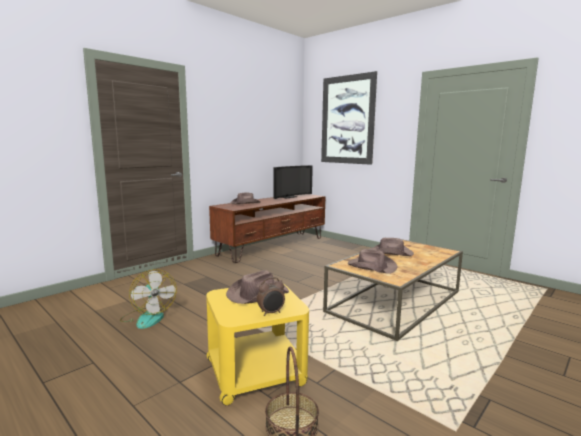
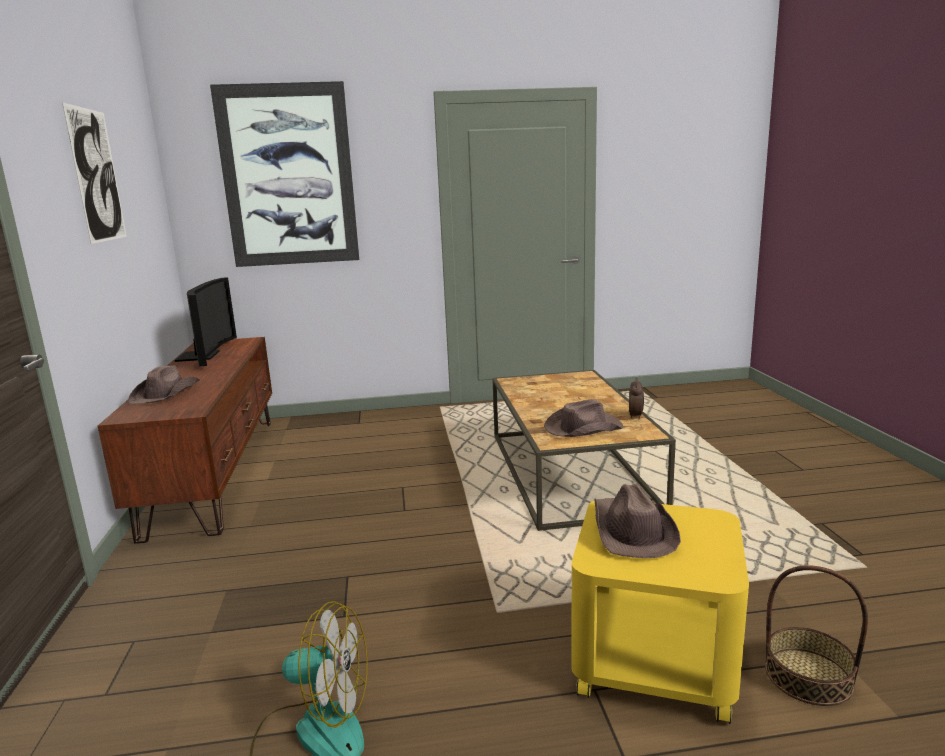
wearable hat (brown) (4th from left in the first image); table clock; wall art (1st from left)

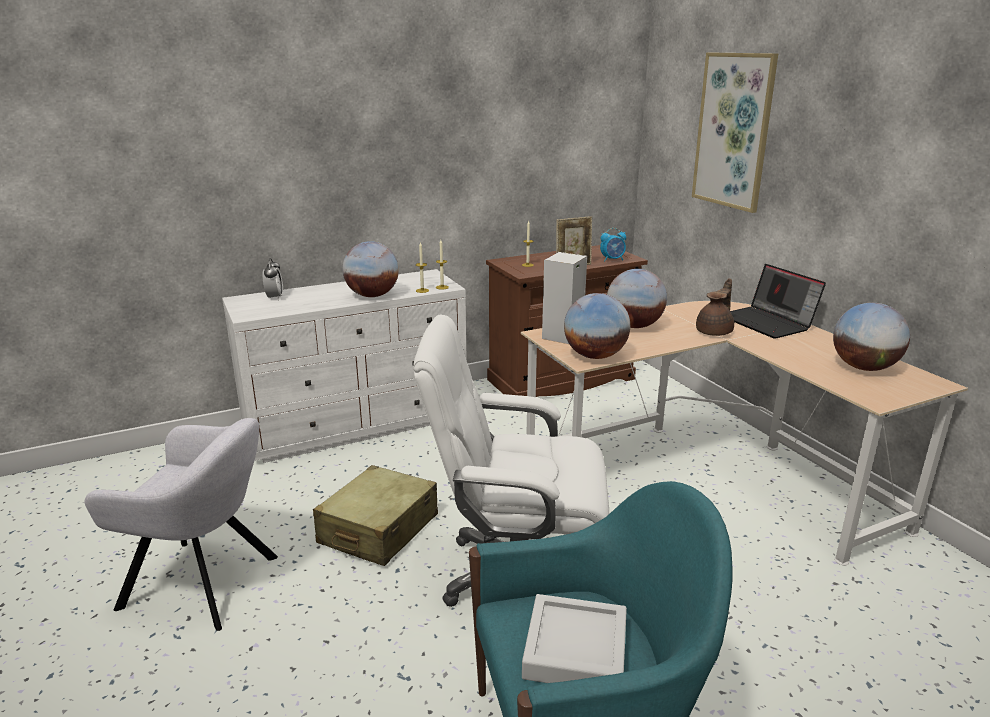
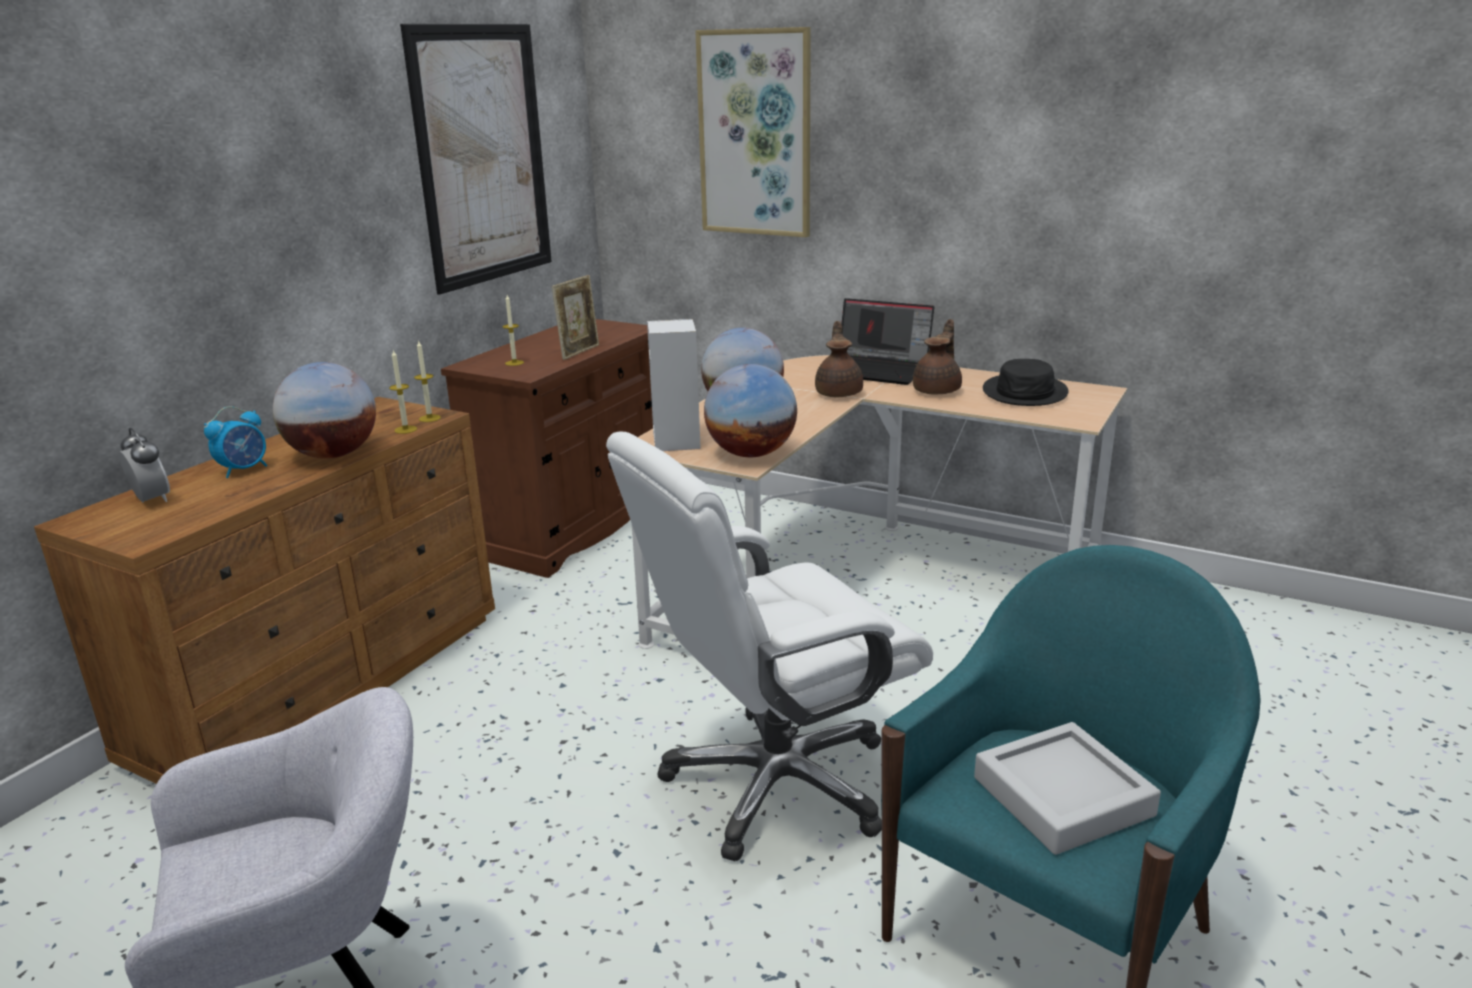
table clock (2nd from left); dresser (brown); wearable hat (blackish); travel case (beige); wall art (1st from left); tea pot (brown) (2nd from left)

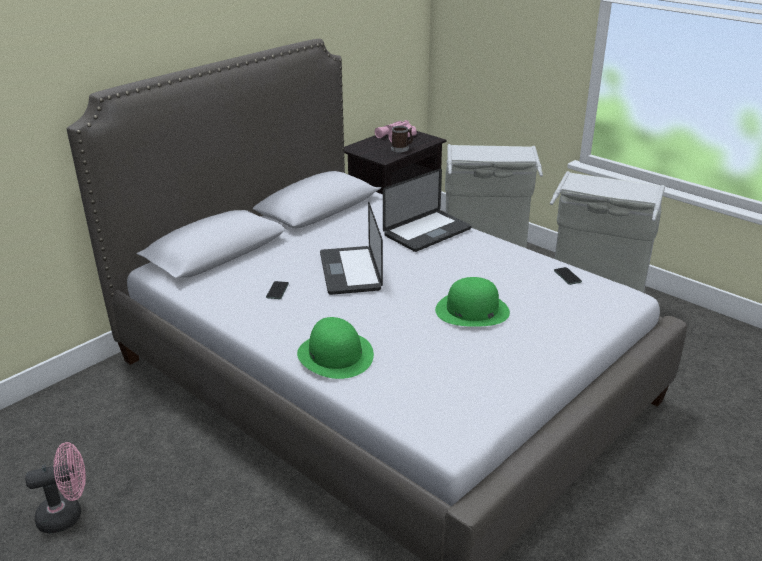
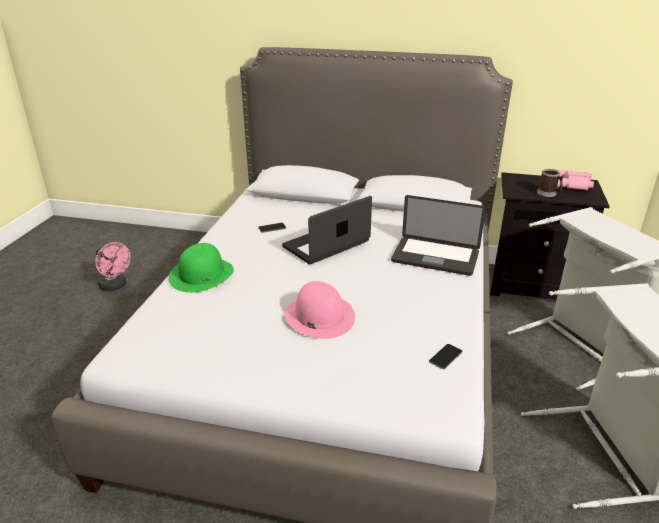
wearable hat (pink-coloured)

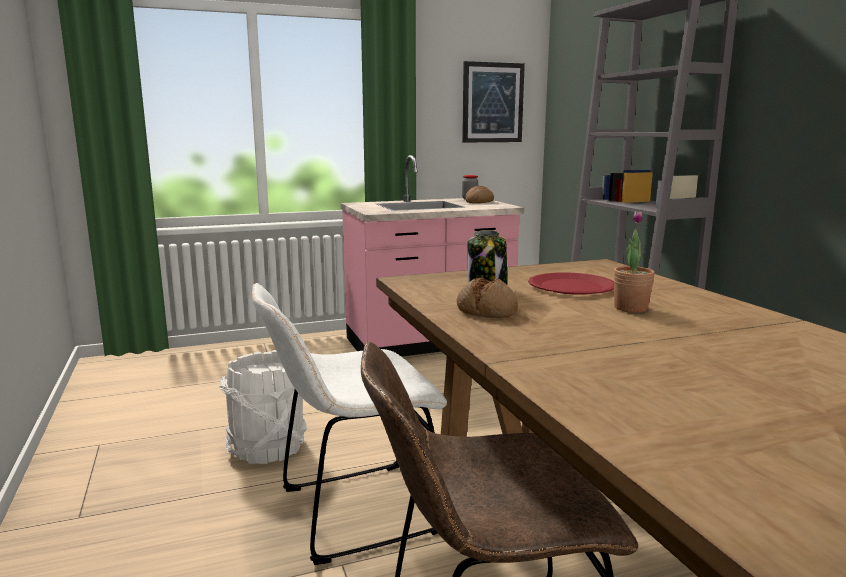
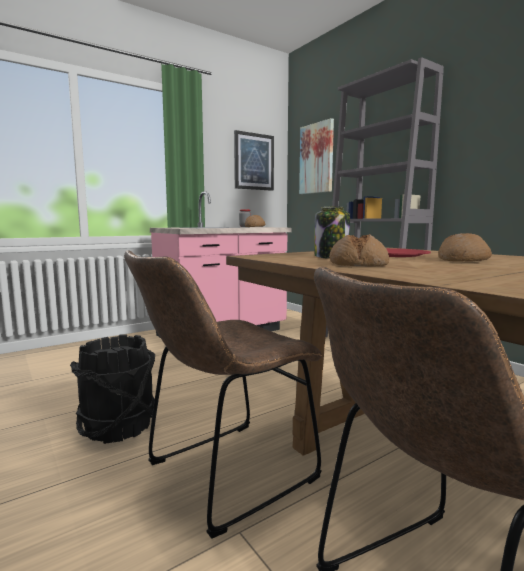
baked bread (3rd from left); upright chair (brown) (1st from left); pail (blackish); wall art (2nd from left)

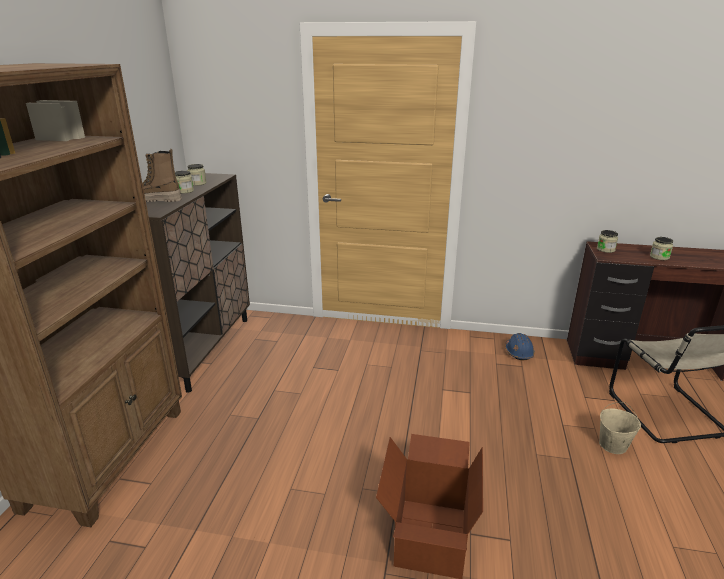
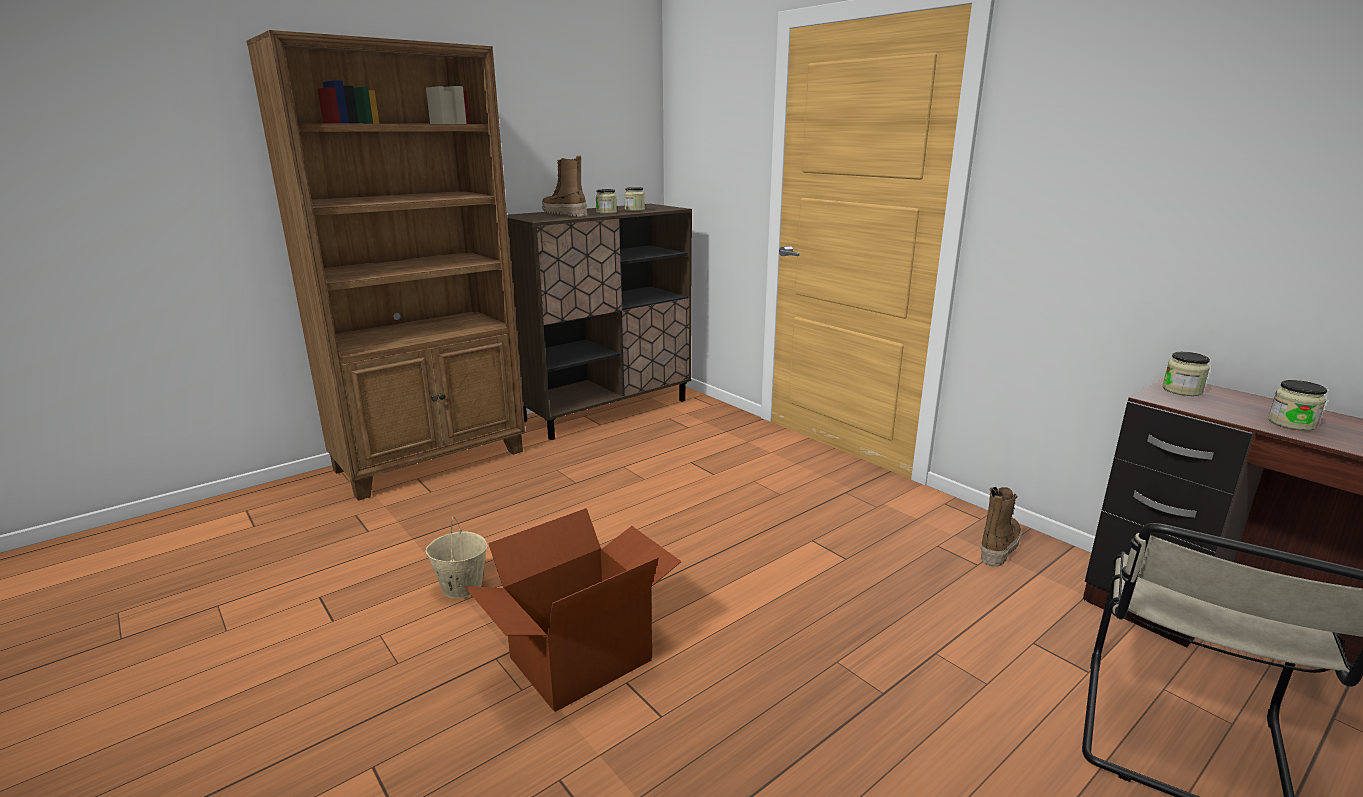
high-top boot (2nd from left); pail (beige)

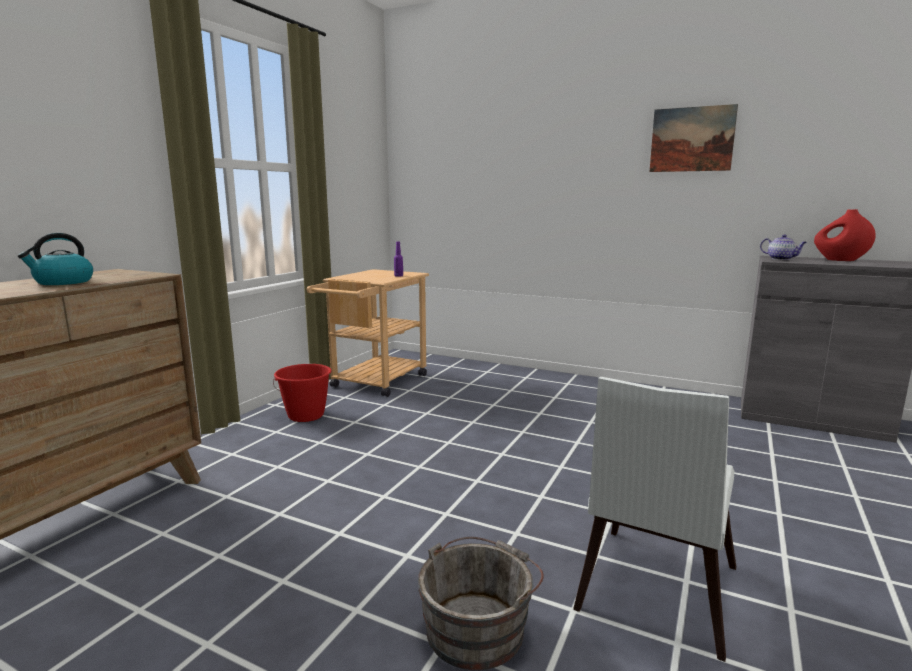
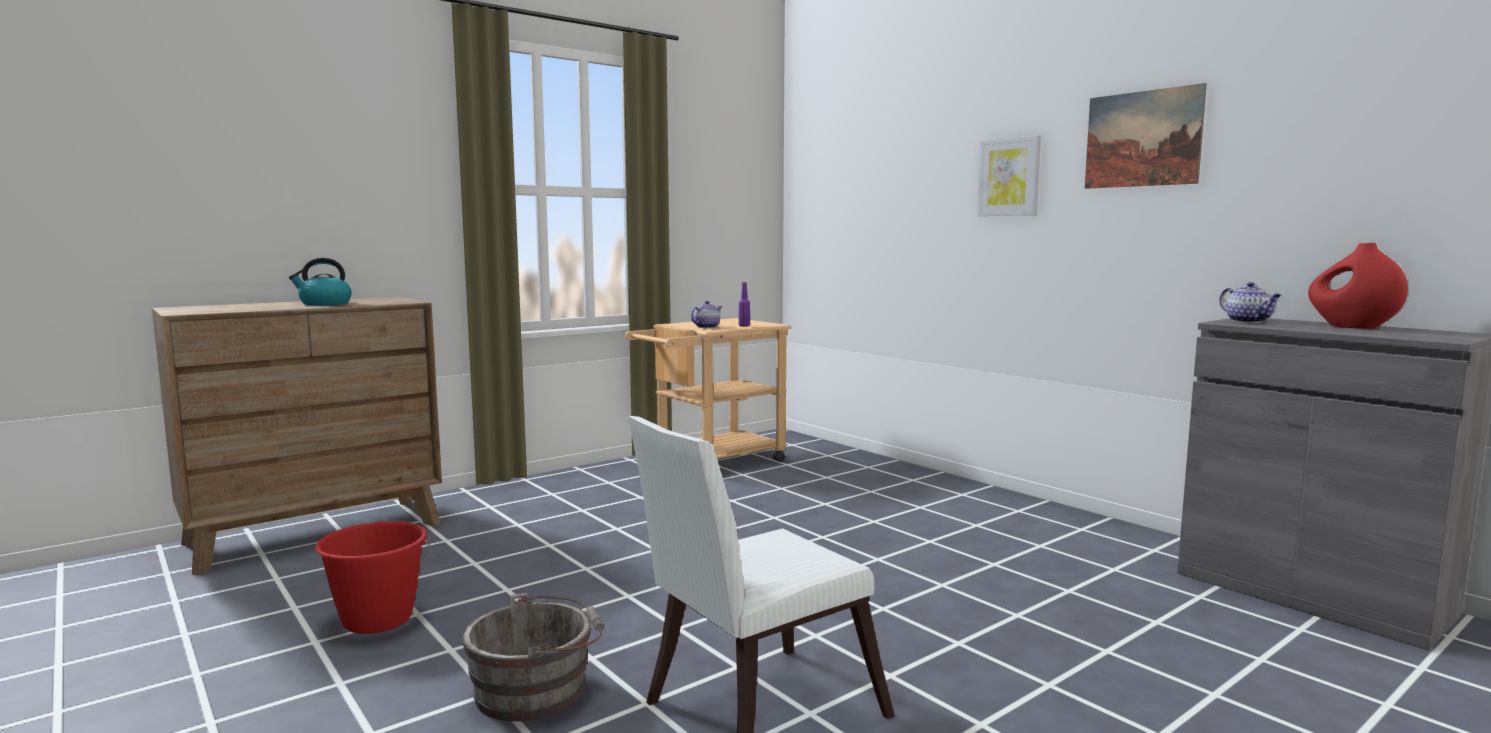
pail (red-coloured); wall art (1st from left); tea pot (1st from left)

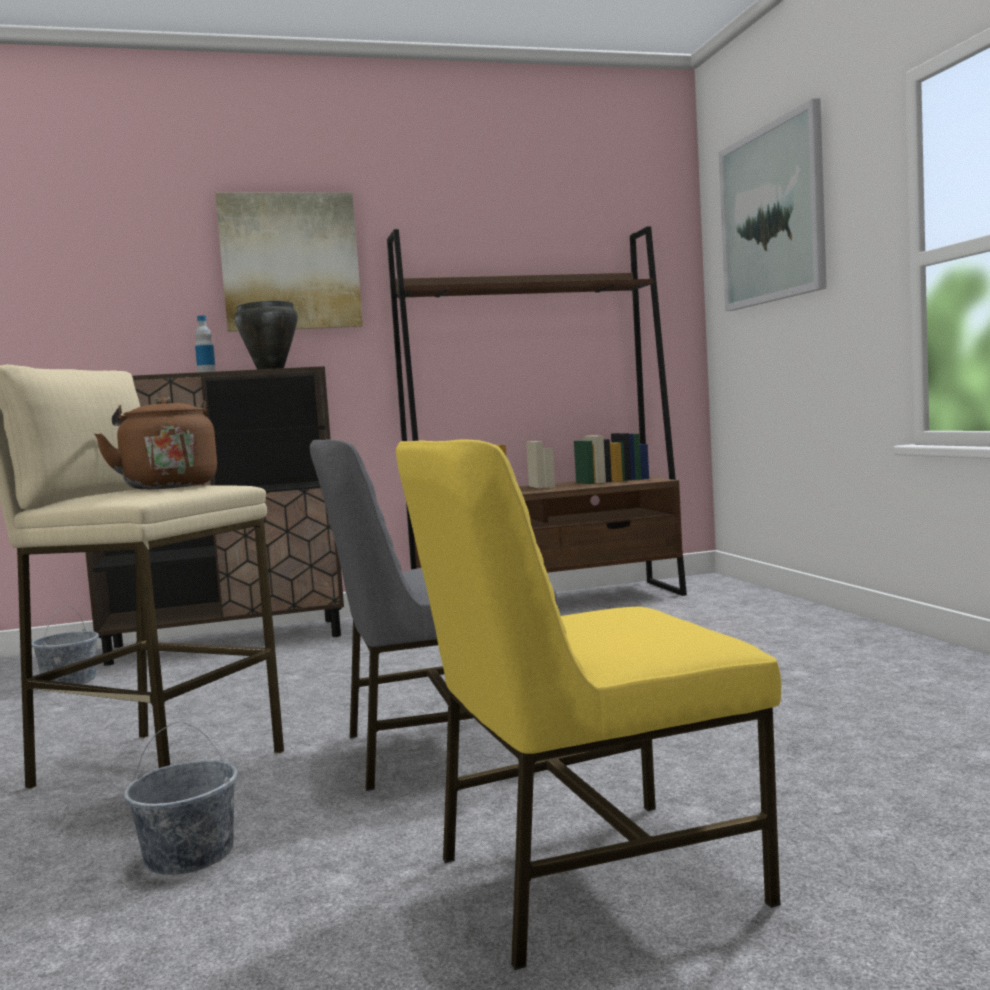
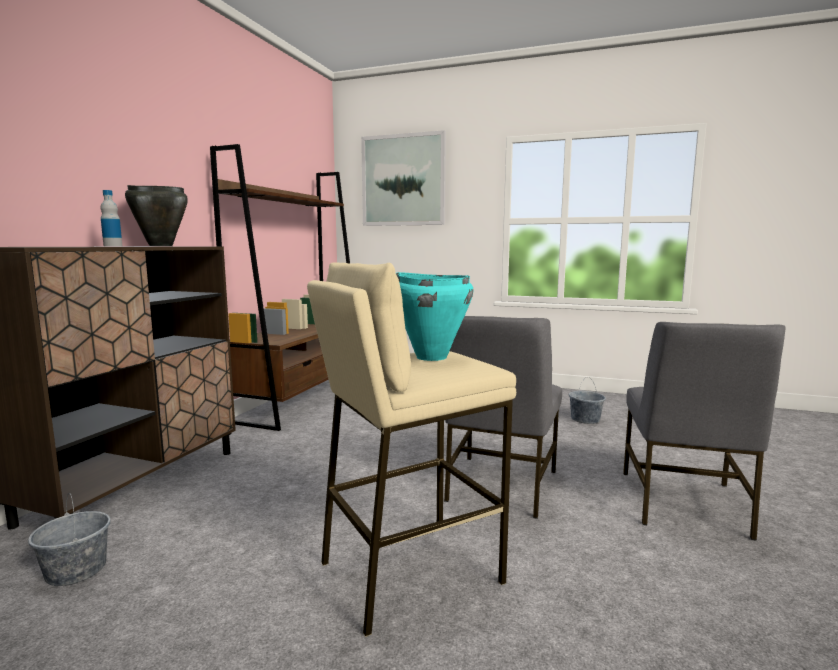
wall art (1st from left in the first image); saucepot (turquoise); upright chair (grey) (2nd from left); pail (grey) (2nd from left)

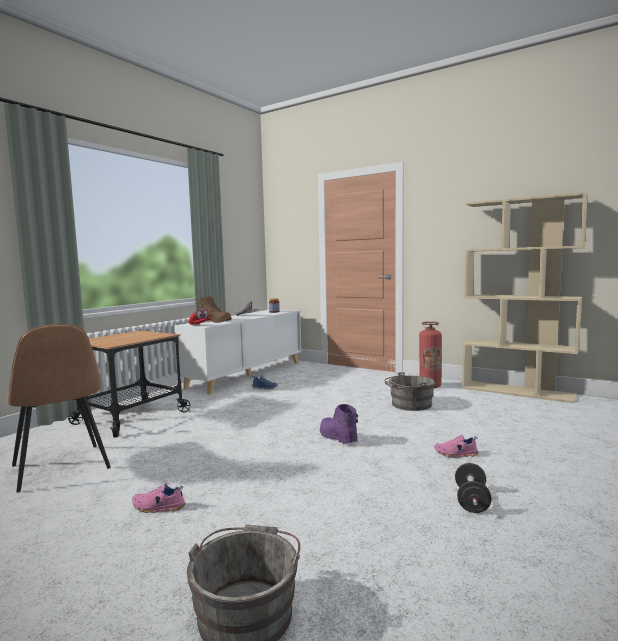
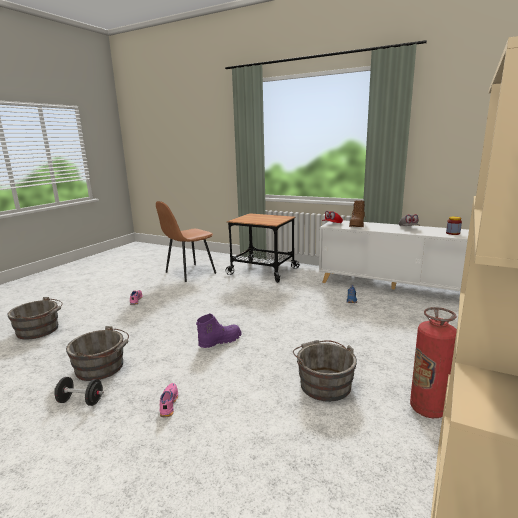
pail (grey) (2nd from left)

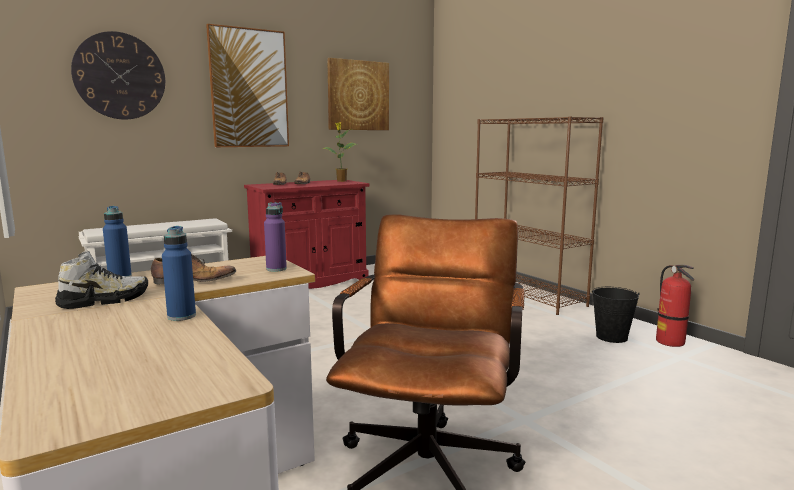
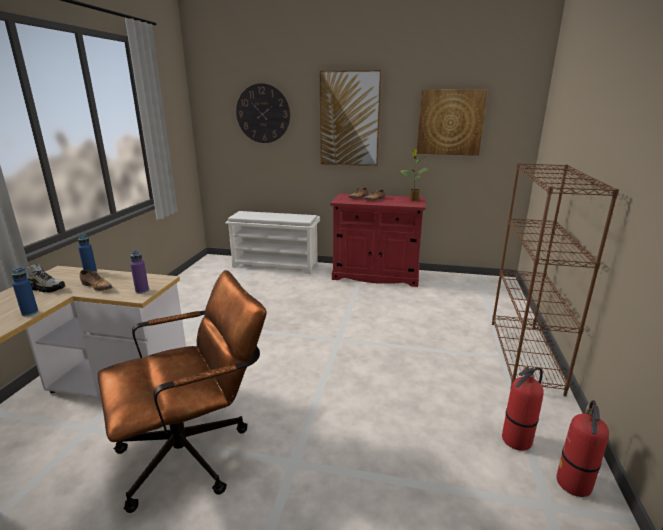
fire extinguisher (1st from left)

